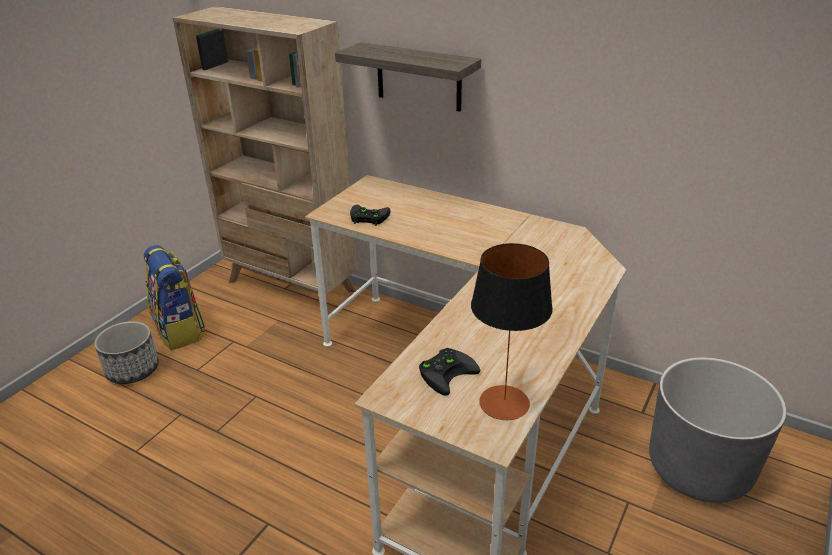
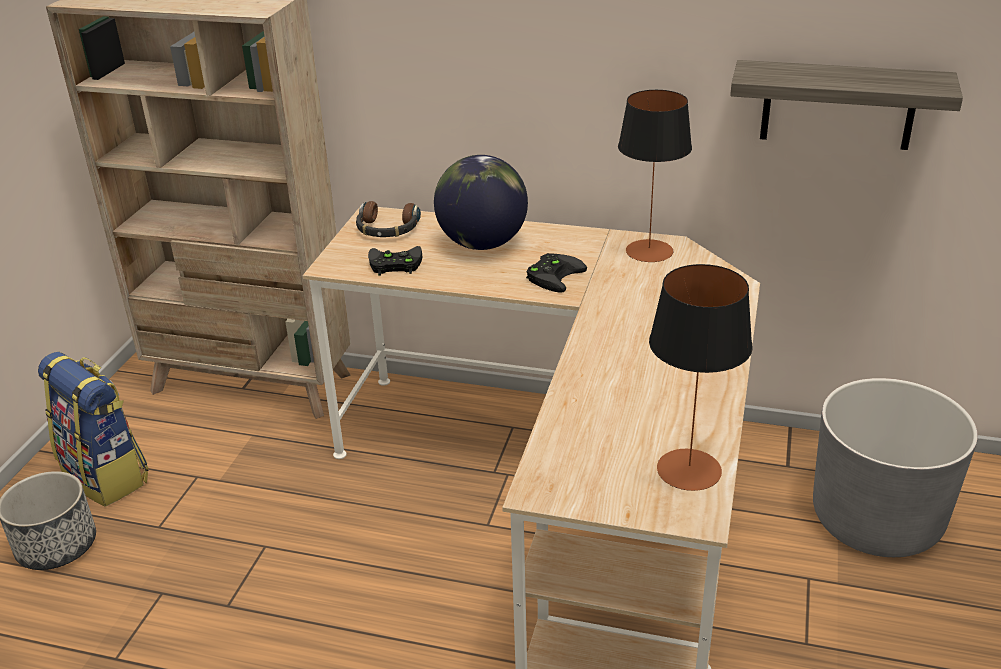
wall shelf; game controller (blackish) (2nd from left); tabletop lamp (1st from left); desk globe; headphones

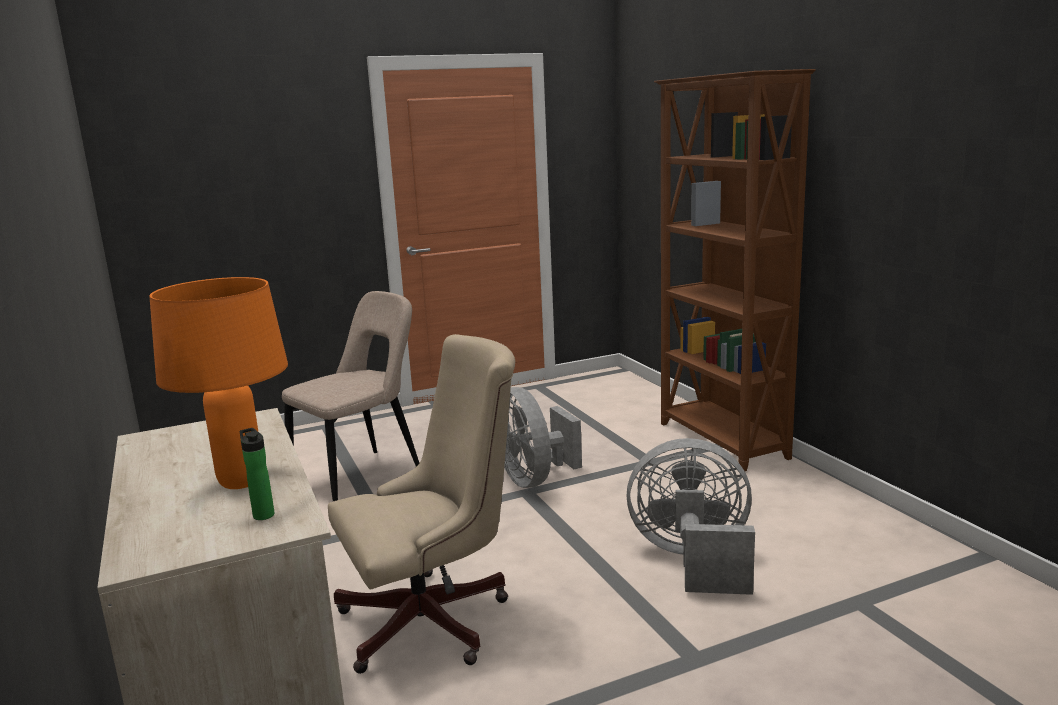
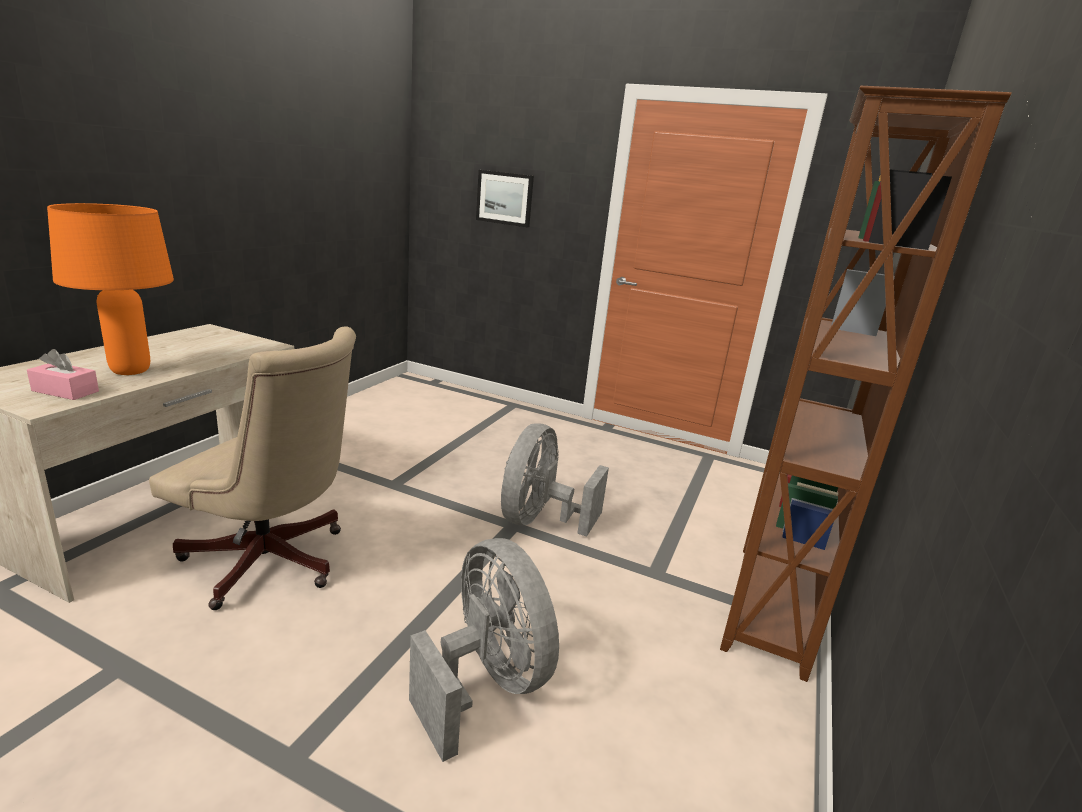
upright chair (beige); box of tissues (pink-coloured); wall art

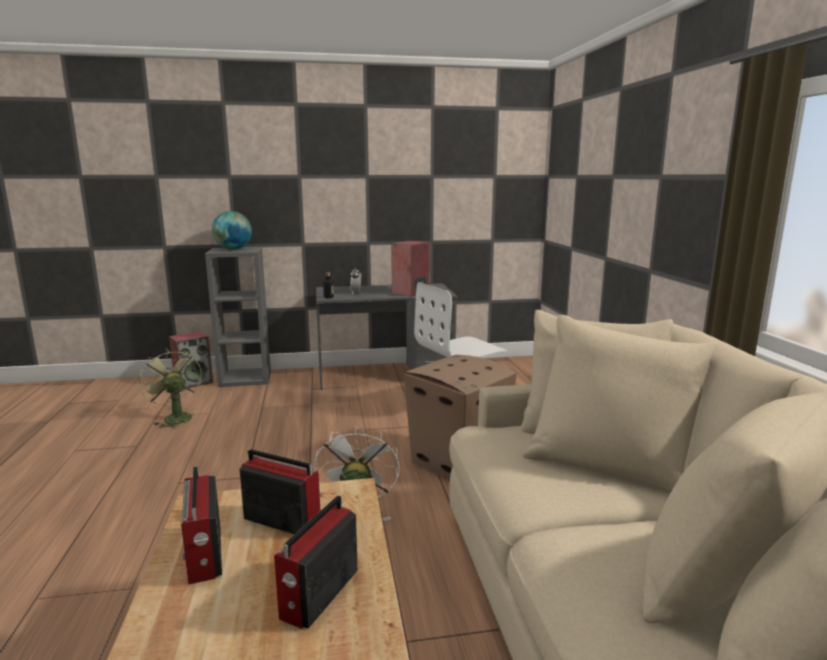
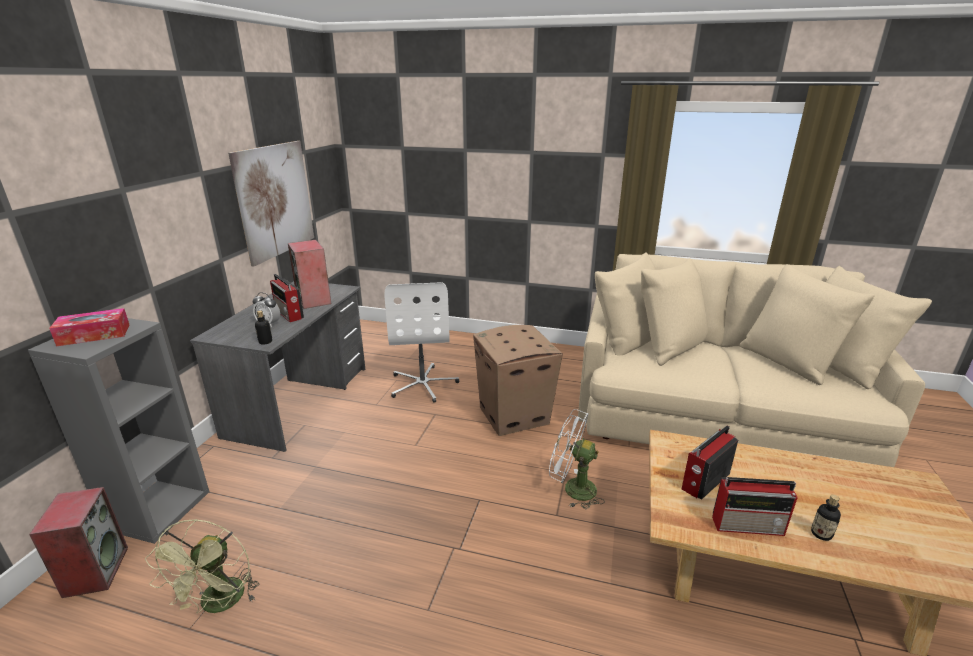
box of tissues; fan (green-coloured); radio receiver (1st from left); wall art; drink bottle (2nd from left)

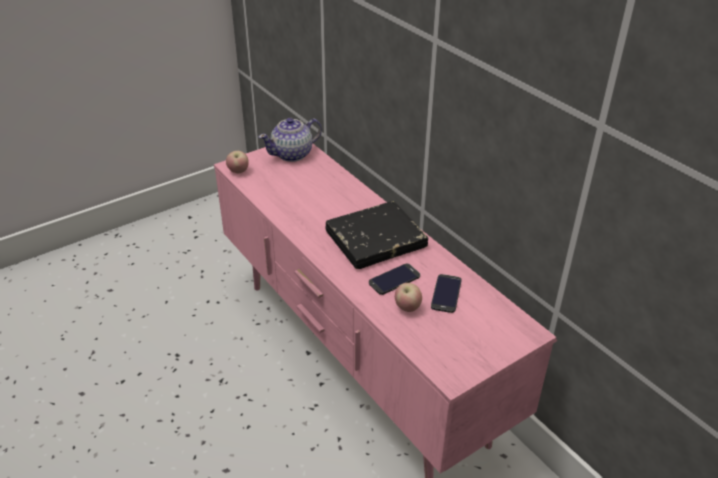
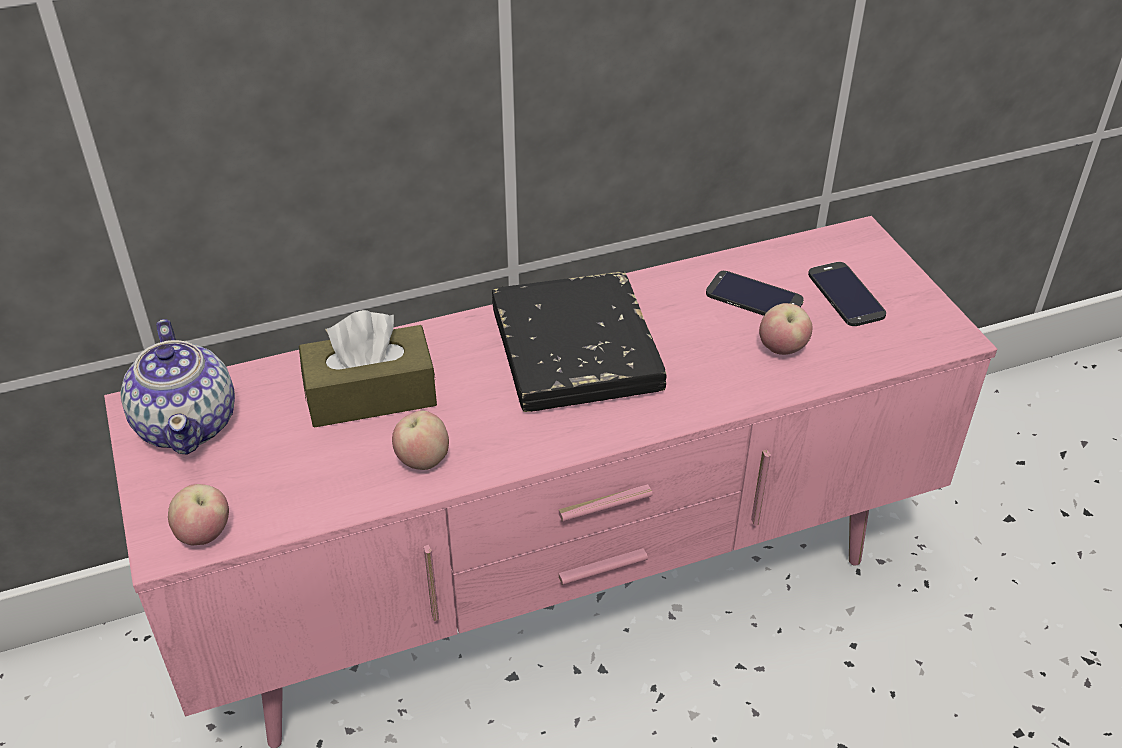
phone (2nd from left); box of tissues (brown); apple (2nd from left)

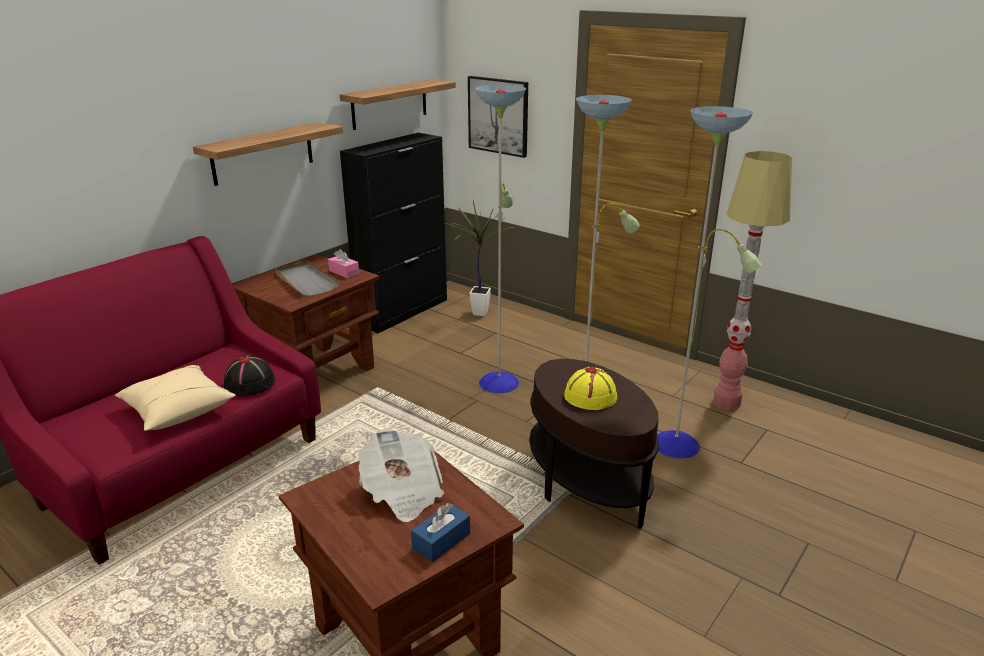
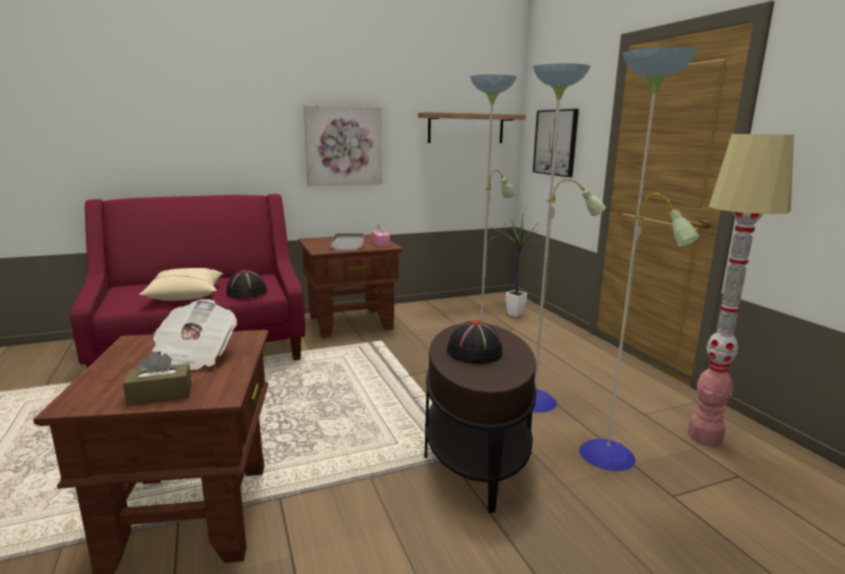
wall art (1st from left); storage cabinet (blackish); wearable hat (blackish) (2nd from left); box of tissues (brown)

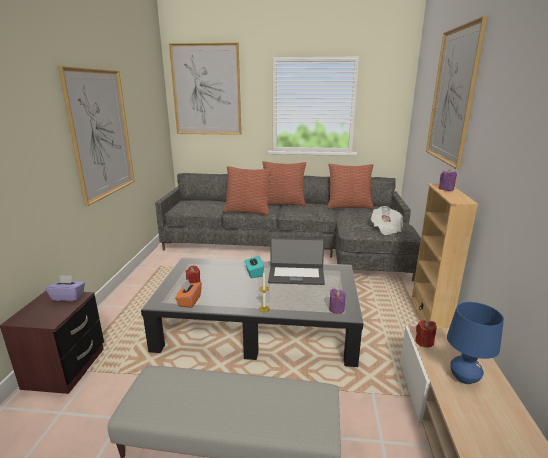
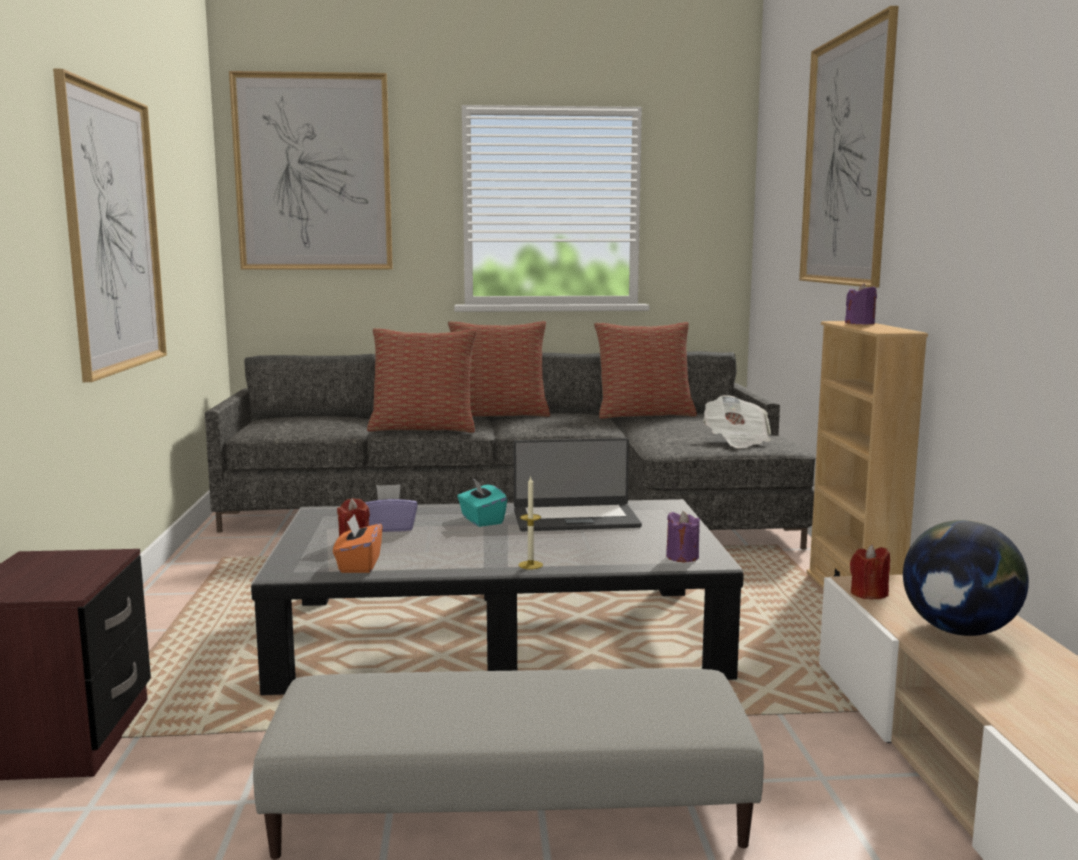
box of tissues (purple); desk globe

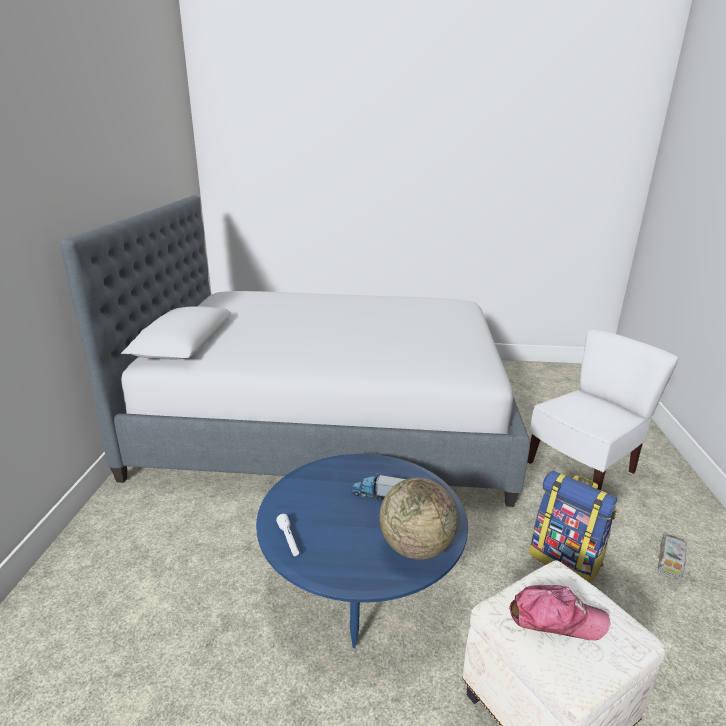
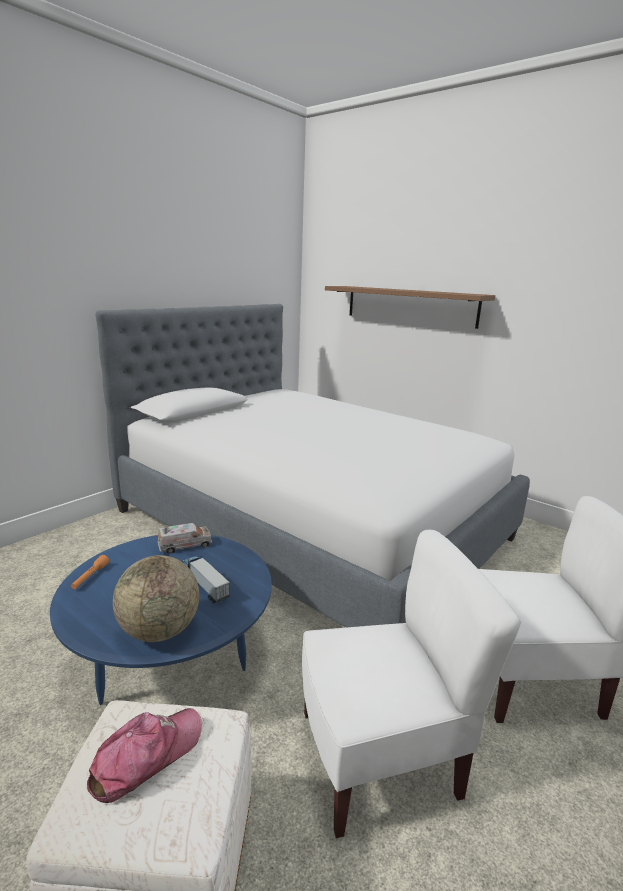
upright chair (whitish) (1st from left); torch (orange-coloured); model truck (1st from left); peaked cap; wall shelf (brown)

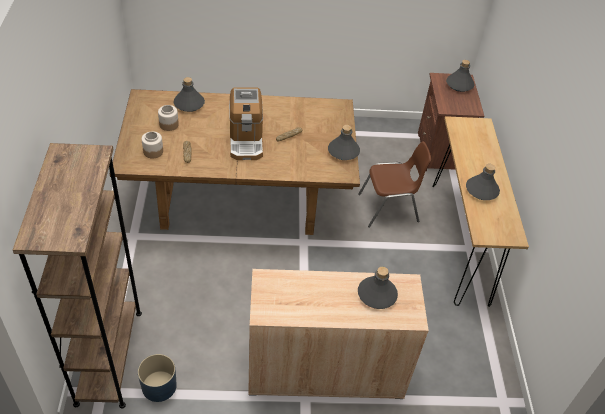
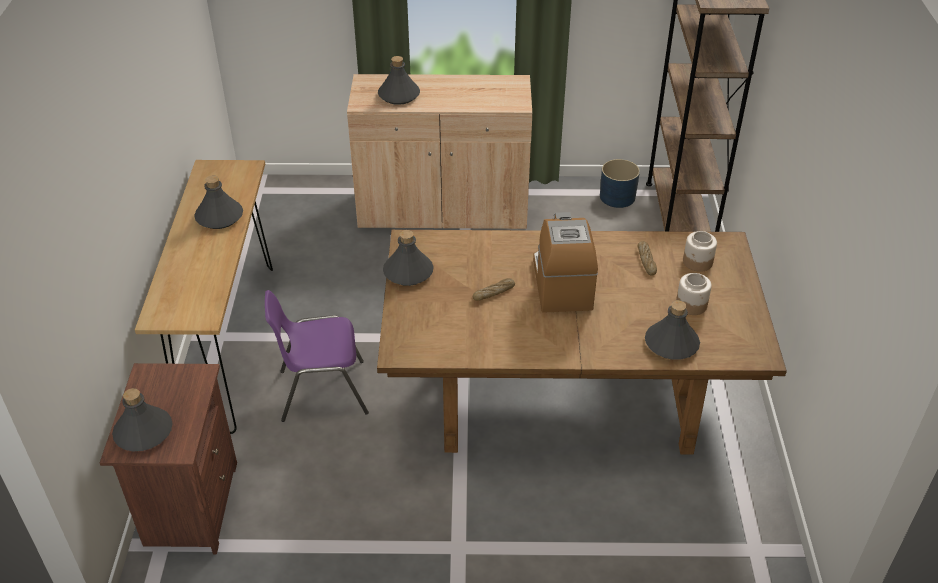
upright chair (purple)

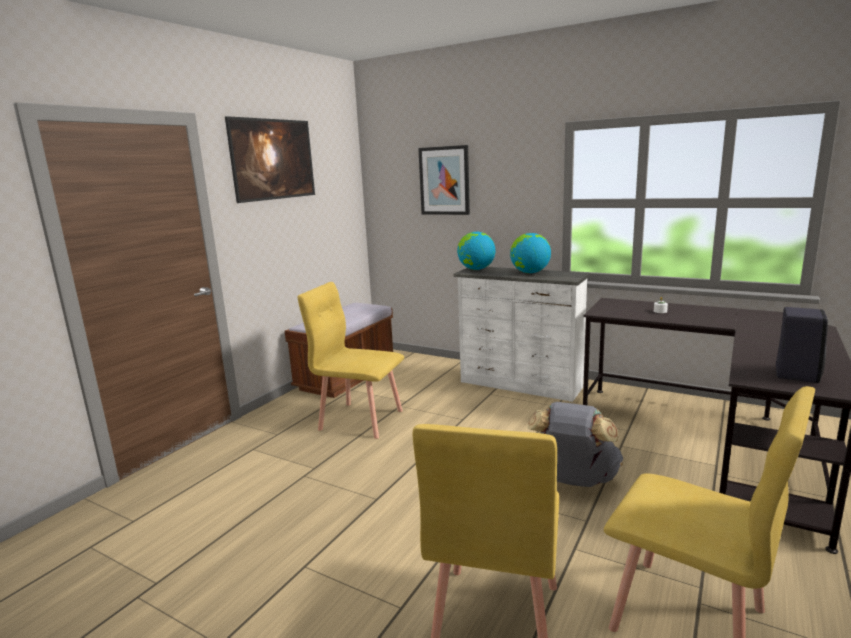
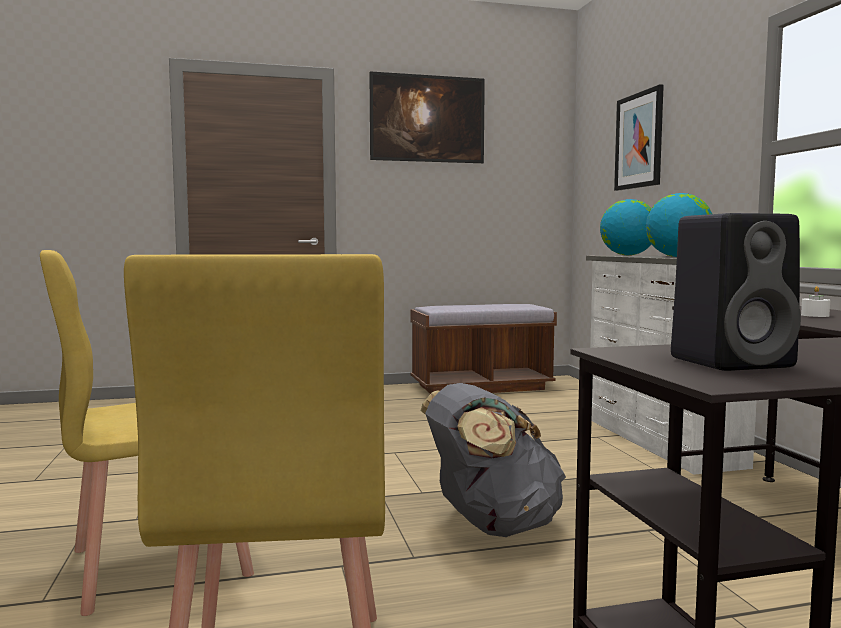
upright chair (yellow-coloured) (1st from left in the first image)

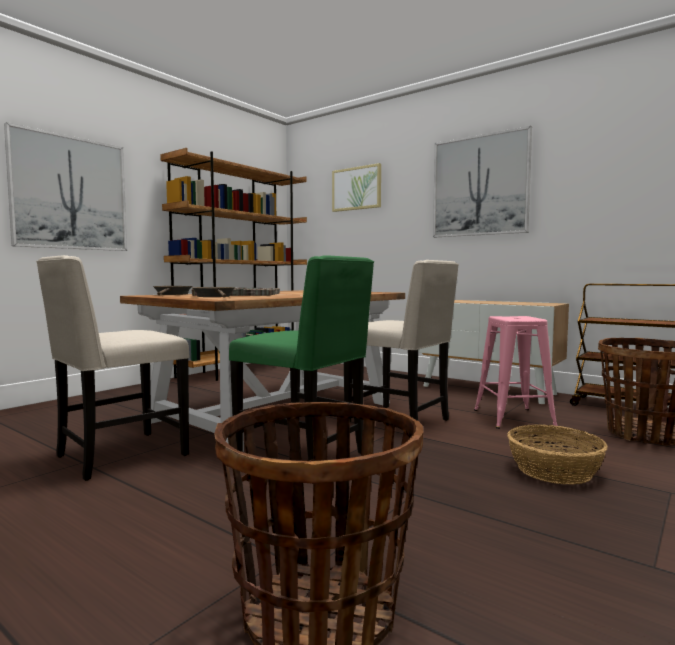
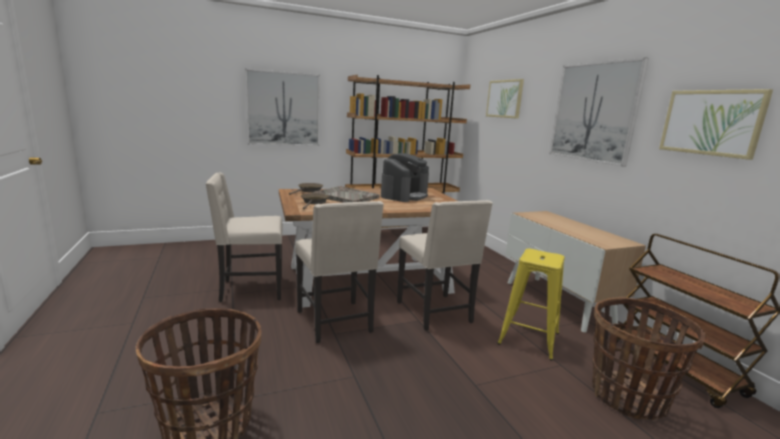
upright chair (beige) (2nd from left); sitting stool (yellow-coloured); household basket (2nd from left in the first image); wall art (4th from left); coffee brewer

